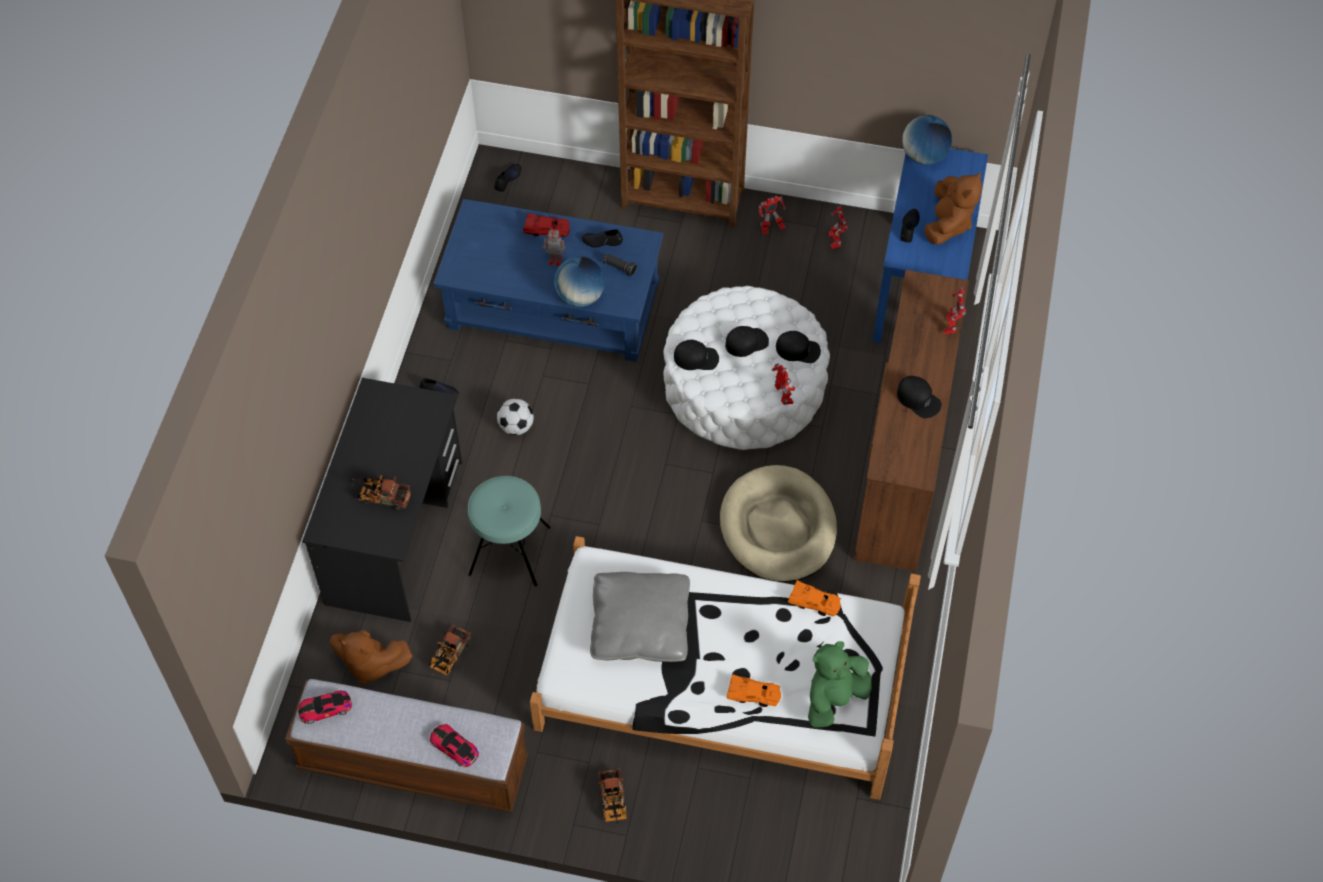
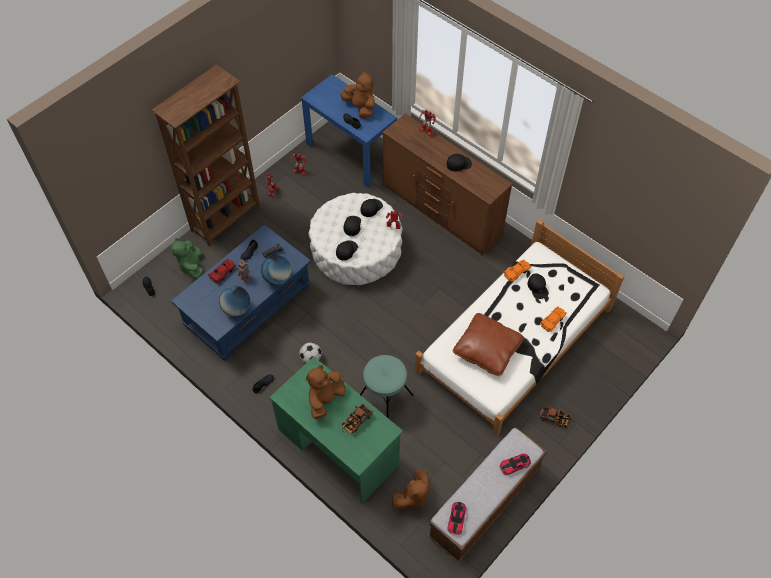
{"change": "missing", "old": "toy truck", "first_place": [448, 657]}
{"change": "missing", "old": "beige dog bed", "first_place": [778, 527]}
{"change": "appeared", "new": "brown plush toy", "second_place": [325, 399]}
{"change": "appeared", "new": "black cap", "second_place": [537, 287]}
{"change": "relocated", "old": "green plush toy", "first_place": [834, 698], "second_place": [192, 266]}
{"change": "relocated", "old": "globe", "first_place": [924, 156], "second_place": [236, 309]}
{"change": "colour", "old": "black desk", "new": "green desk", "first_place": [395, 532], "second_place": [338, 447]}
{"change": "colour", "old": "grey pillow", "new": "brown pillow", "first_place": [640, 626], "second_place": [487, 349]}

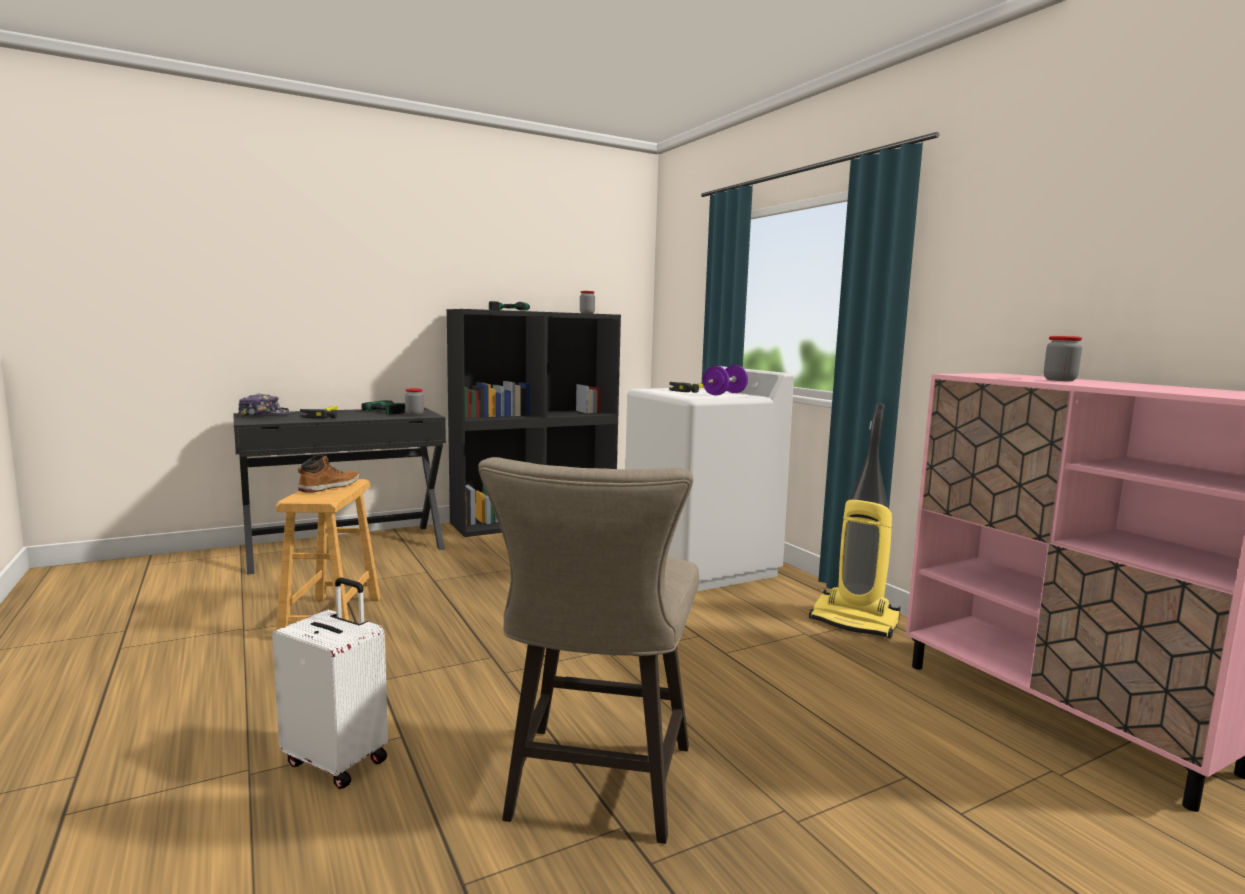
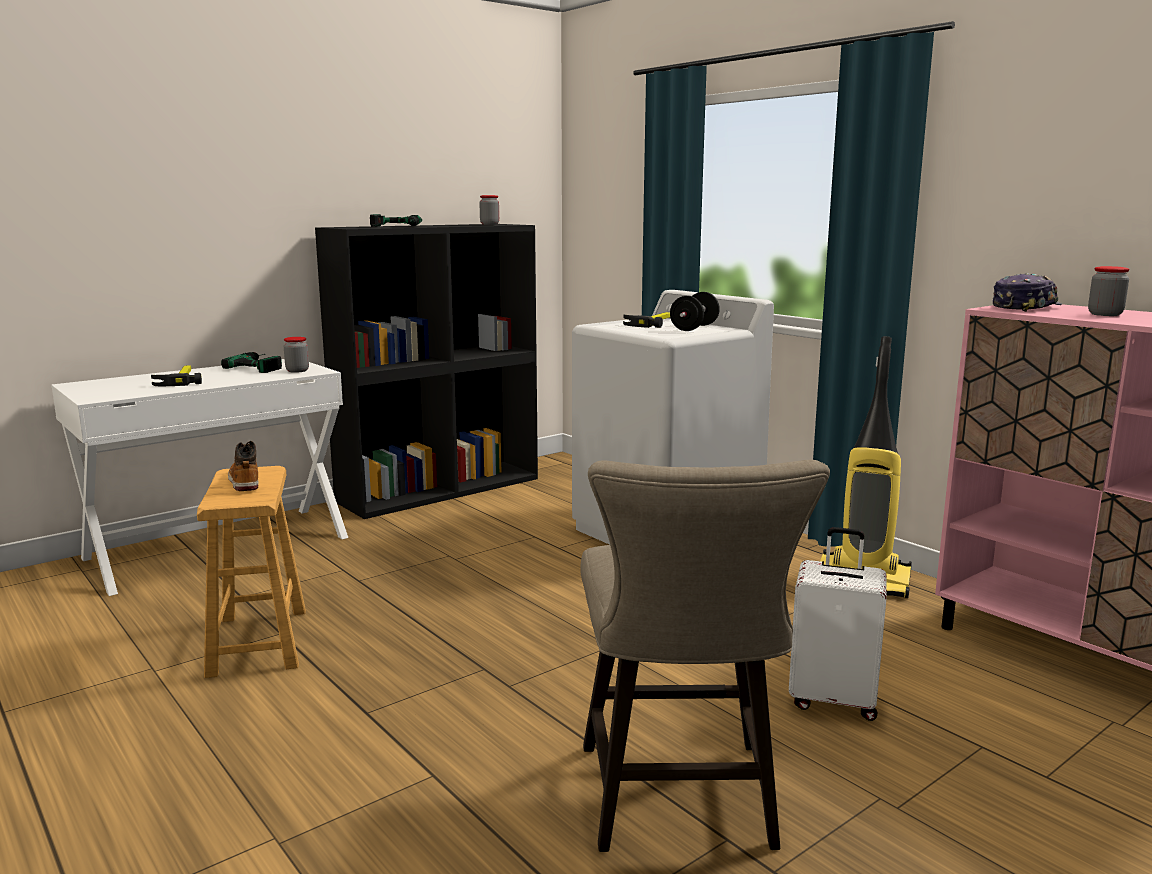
{"change": "relocated", "old": "cap", "first_place": [264, 414], "second_place": [1024, 308]}
{"change": "relocated", "old": "white suitcase", "first_place": [338, 760], "second_place": [833, 700]}
{"change": "colour", "old": "black desk", "new": "white desk", "first_place": [346, 547], "second_place": [218, 547]}
{"change": "colour", "old": "purple dumbbell", "new": "black dumbbell", "first_place": [724, 394], "second_place": [694, 328]}
{"change": "spun", "old": "boot", "first_place": [329, 487], "second_place": [244, 481], "degrees": -45}

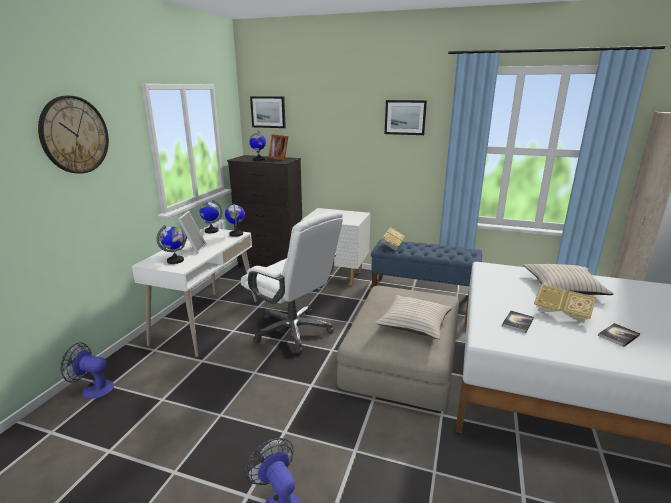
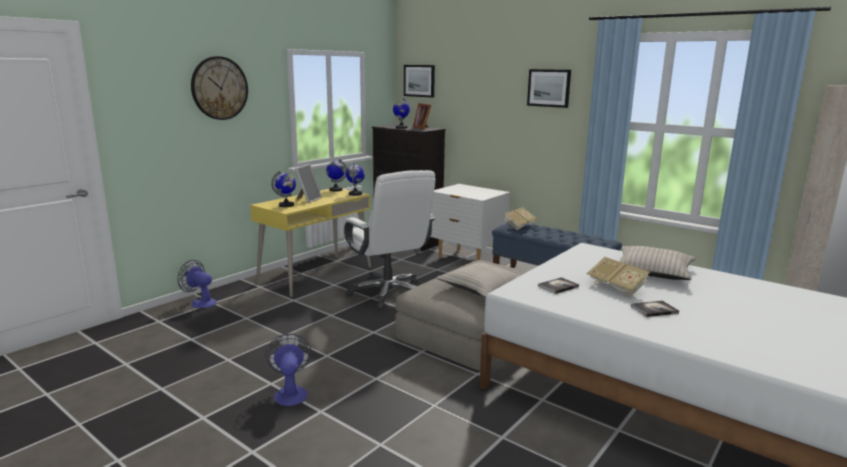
{"change": "colour", "old": "white desk", "new": "yellow desk", "first_place": [206, 321], "second_place": [315, 275]}

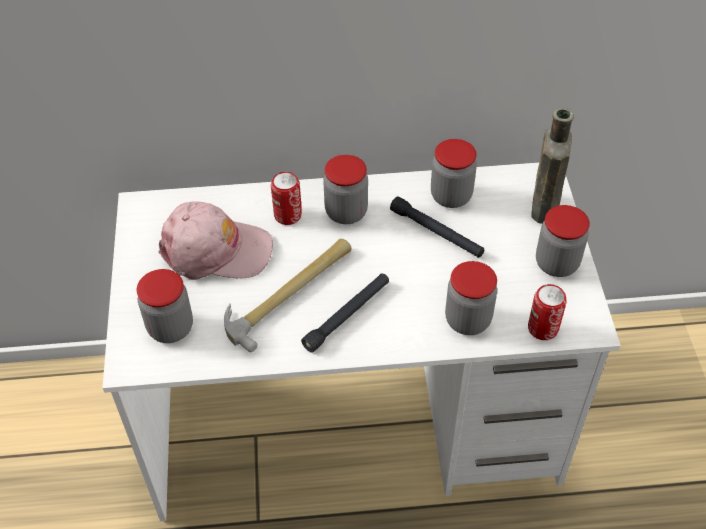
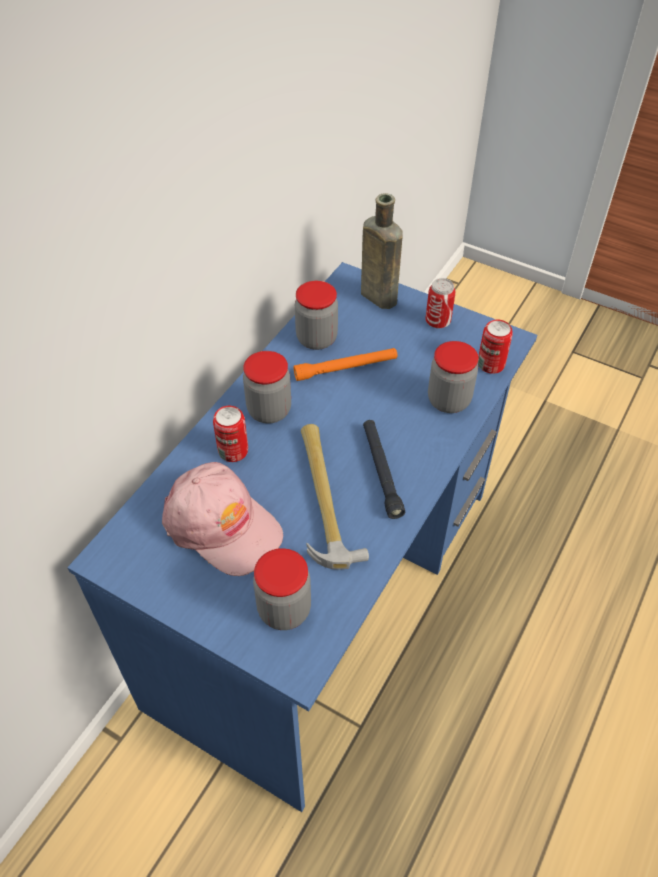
{"change": "exchanged", "old": "jar", "new": "can", "first_place": [556, 263], "second_place": [437, 322]}
{"change": "colour", "old": "white desk", "new": "blue desk", "first_place": [355, 422], "second_place": [326, 594]}
{"change": "colour", "old": "black flashlight", "new": "orange flashlight", "first_place": [436, 233], "second_place": [346, 368]}
{"change": "spun", "old": "pink cap", "first_place": [215, 250], "second_place": [222, 525], "degrees": 90}

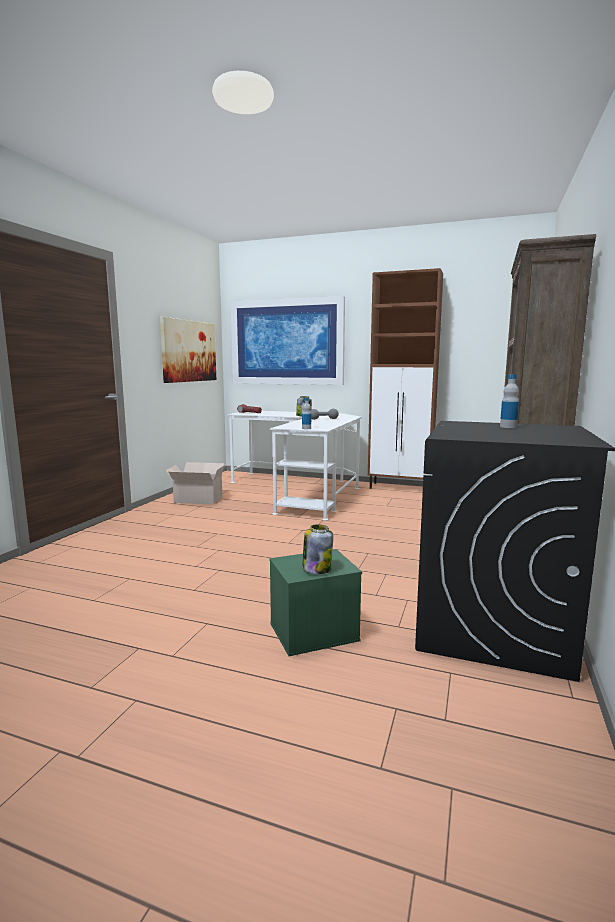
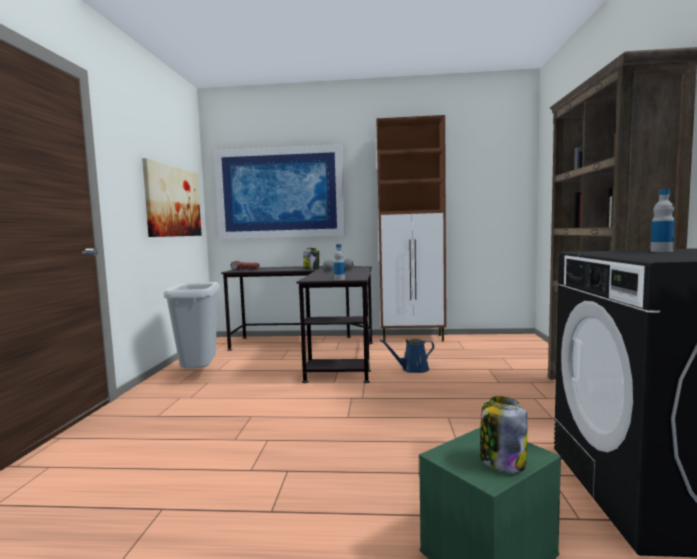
{"change": "appeared", "new": "blue watering can", "second_place": [412, 369]}
{"change": "exchanged", "old": "cardboard box", "new": "grey trash can", "first_place": [197, 499], "second_place": [198, 374]}
{"change": "colour", "old": "white desk", "new": "black desk", "first_place": [301, 490], "second_place": [314, 351]}

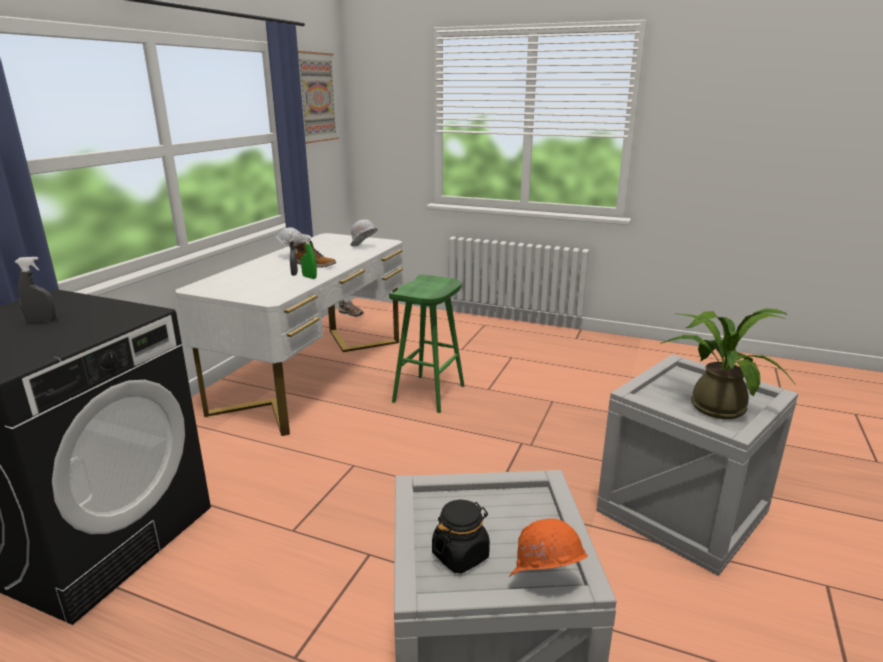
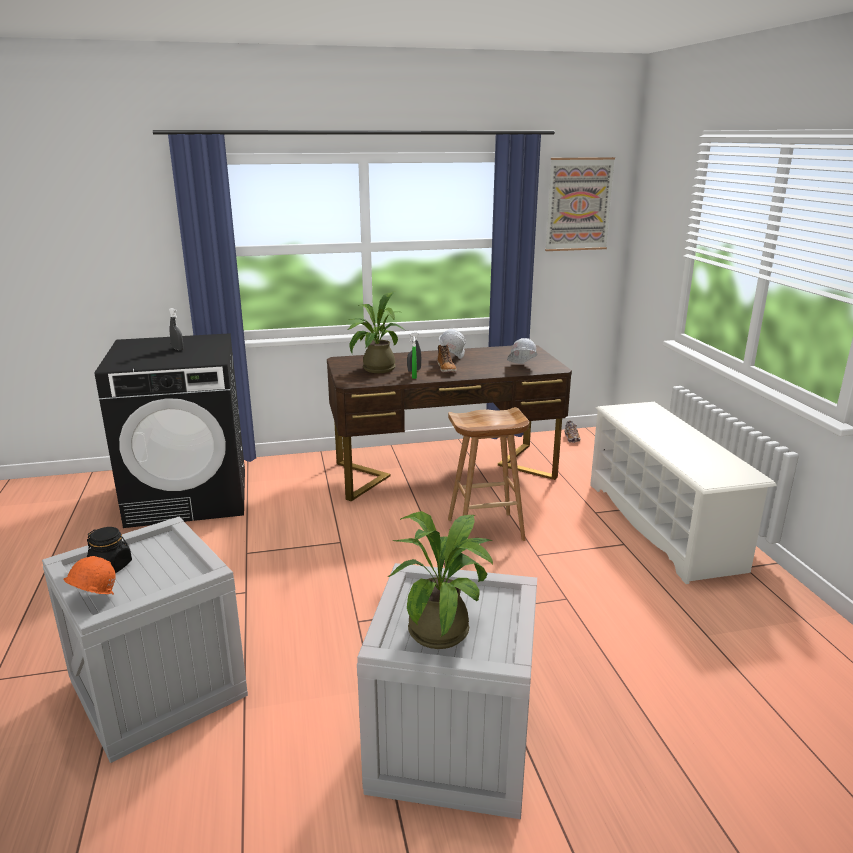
{"change": "appeared", "new": "potted plant", "second_place": [375, 370]}
{"change": "appeared", "new": "white shoe rack", "second_place": [663, 525]}
{"change": "colour", "old": "white desk", "new": "brown desk", "first_place": [313, 374], "second_place": [445, 471]}
{"change": "colour", "old": "green stool", "new": "brown stool", "first_place": [429, 394], "second_place": [484, 530]}

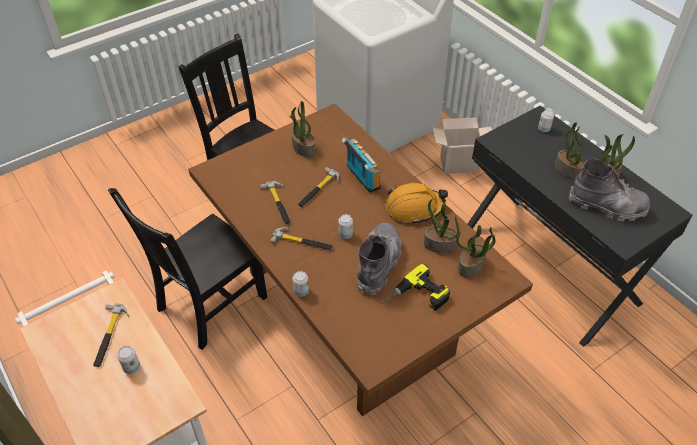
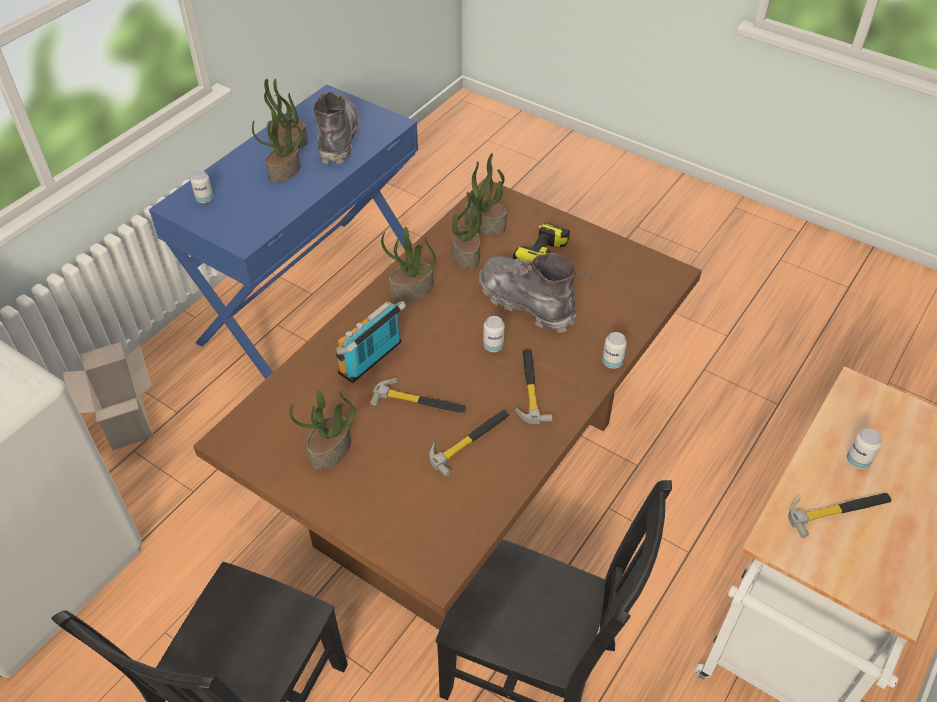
{"change": "exchanged", "old": "orange hard hat", "new": "potted plant", "first_place": [414, 208], "second_place": [411, 291]}
{"change": "colour", "old": "black desk", "new": "blue desk", "first_place": [549, 266], "second_place": [312, 298]}
{"change": "spun", "old": "grey boot", "first_place": [378, 264], "second_place": [526, 302], "degrees": 45}

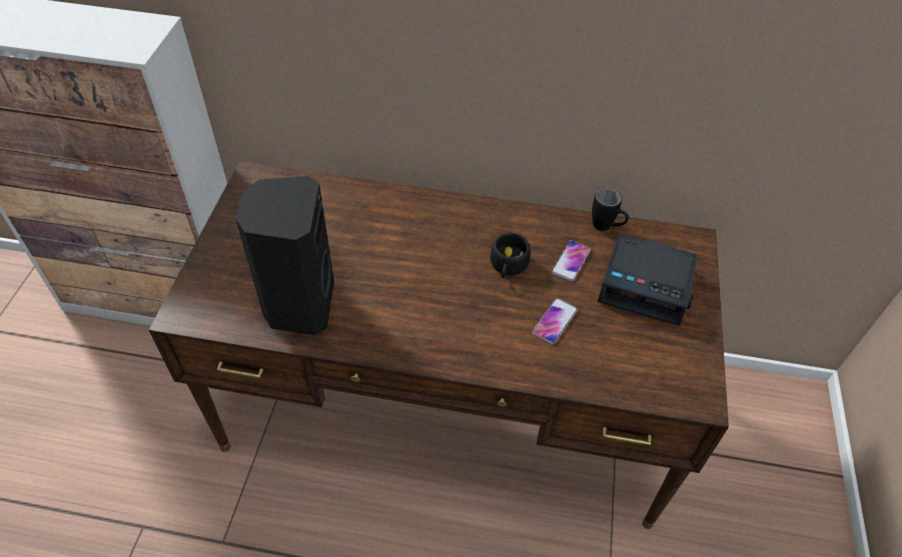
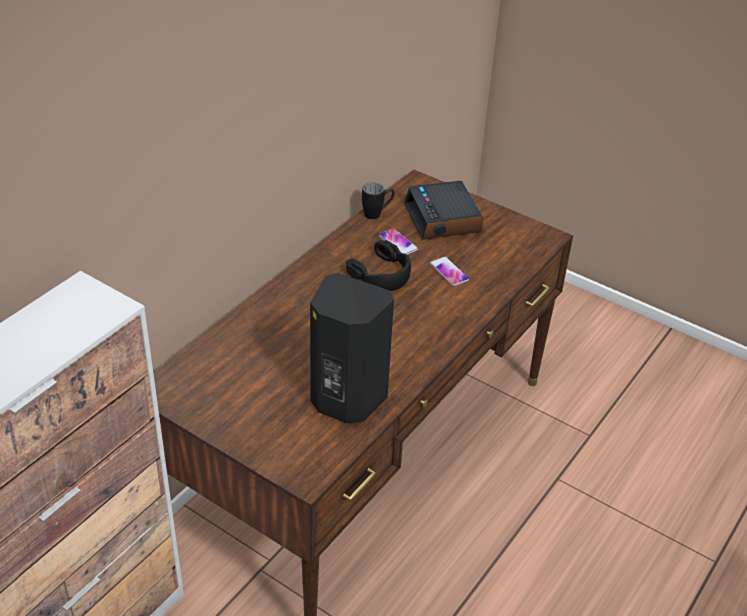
{"change": "exchanged", "old": "black cup", "new": "black headphones", "first_place": [508, 266], "second_place": [381, 274]}
{"change": "spun", "old": "alarm clock", "first_place": [646, 285], "second_place": [443, 219], "degrees": 120}

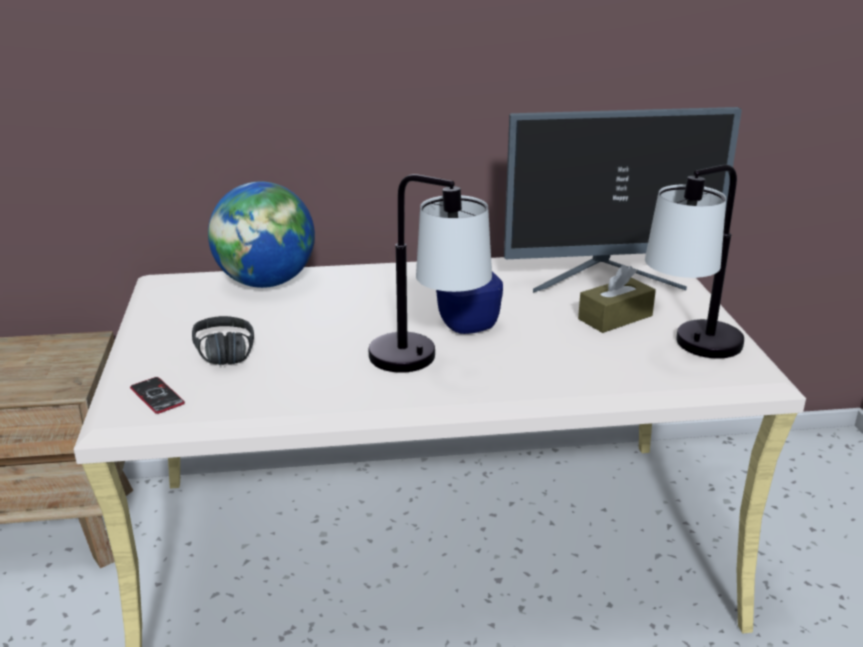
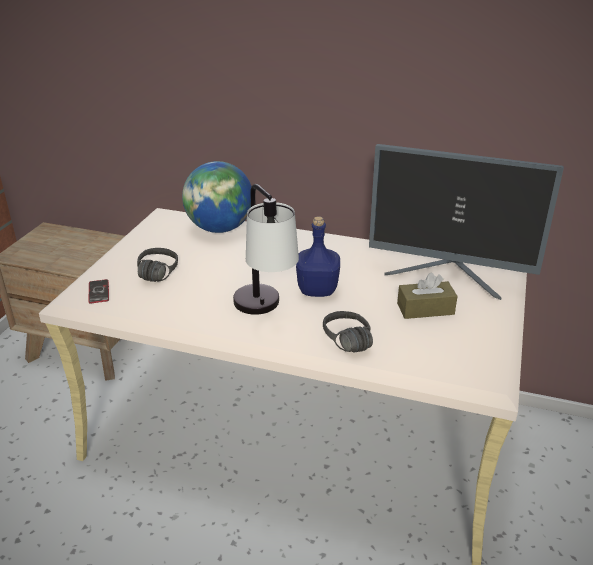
{"change": "missing", "old": "table lamp", "first_place": [690, 353]}
{"change": "appeared", "new": "black headphones", "second_place": [340, 343]}

